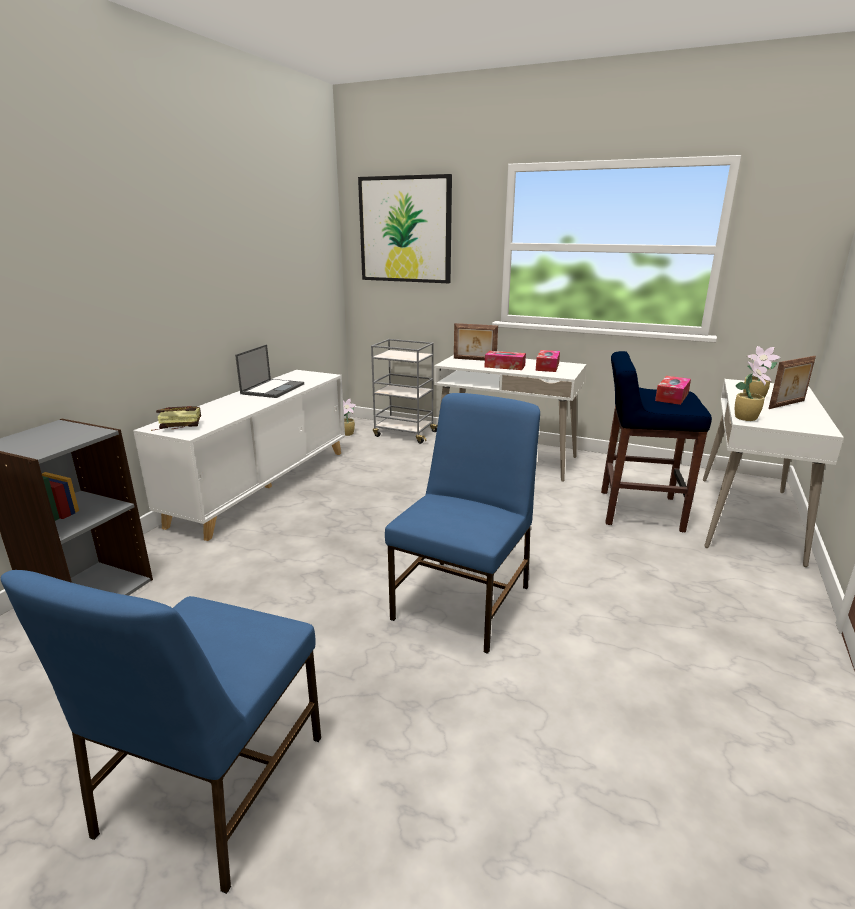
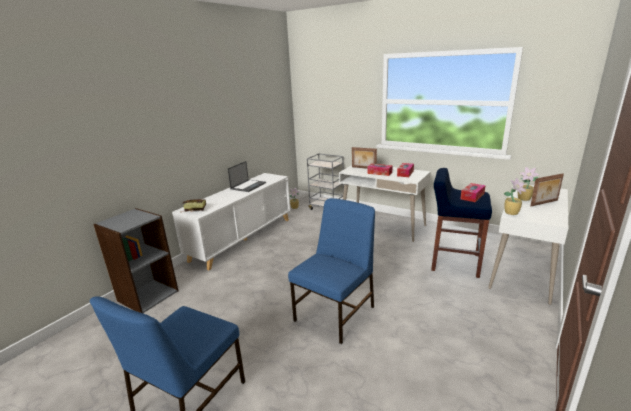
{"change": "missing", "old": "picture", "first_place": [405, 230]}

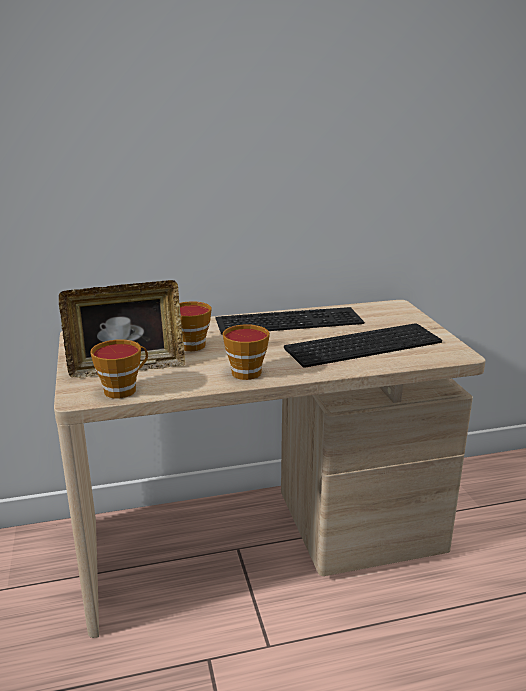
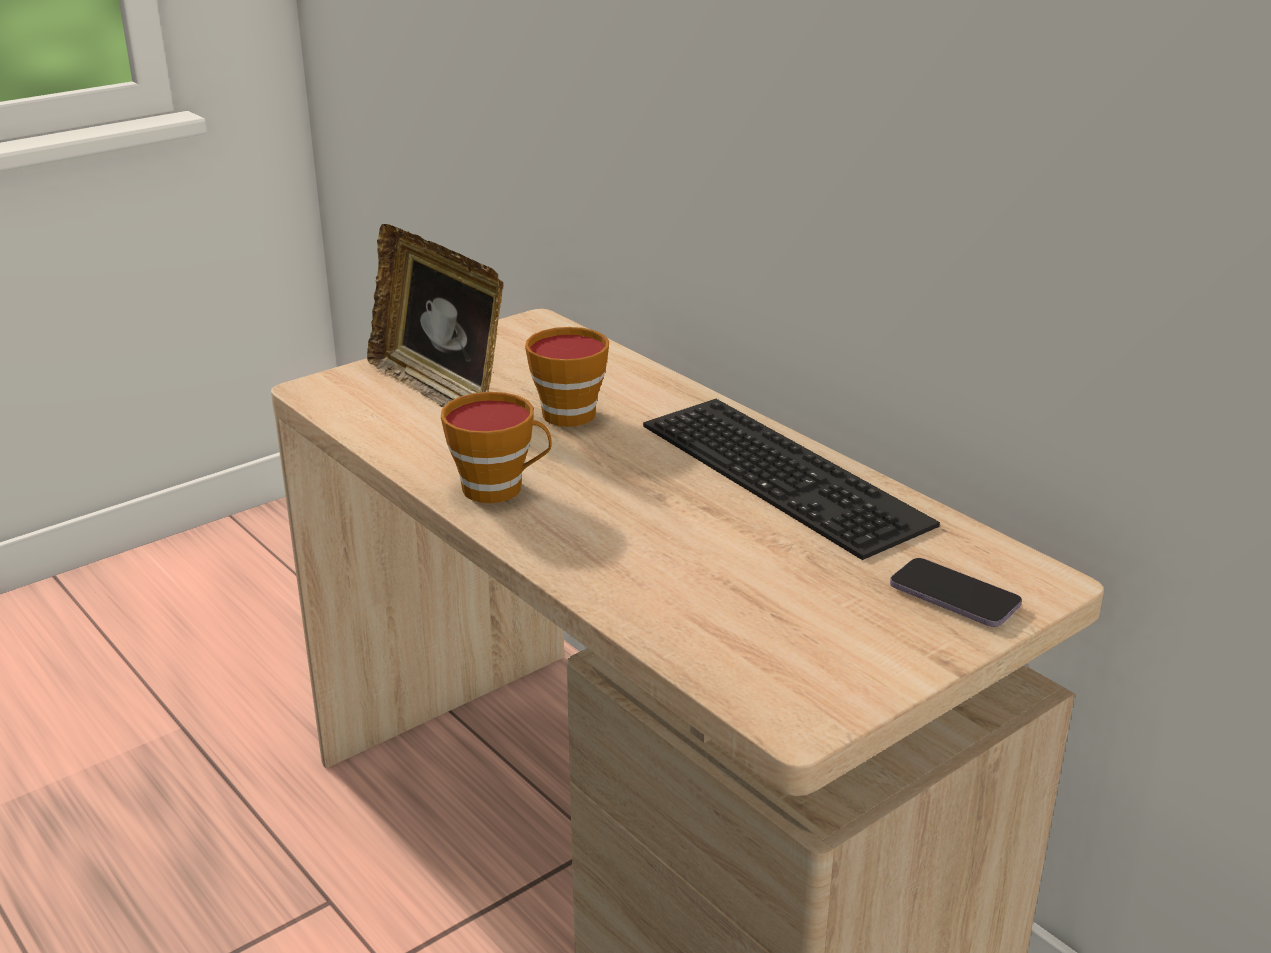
{"change": "missing", "old": "cup", "first_place": [123, 389]}
{"change": "missing", "old": "keyboard", "first_place": [363, 344]}
{"change": "appeared", "new": "phone", "second_place": [954, 596]}

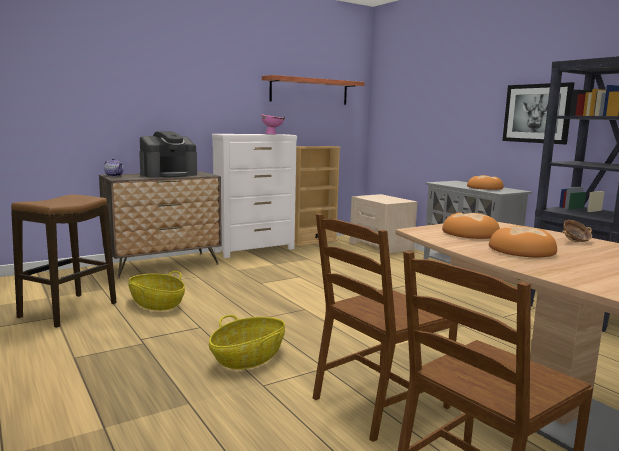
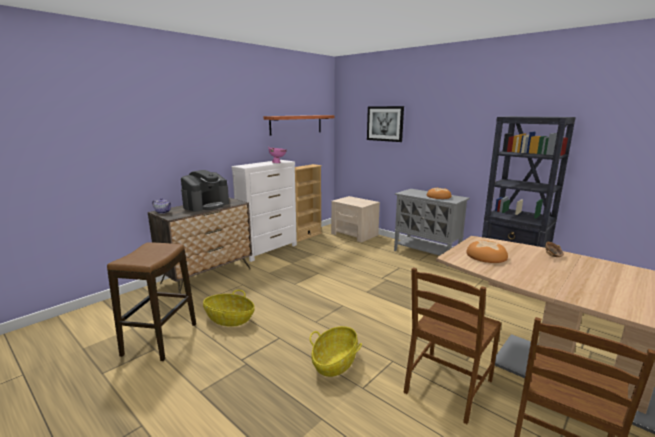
{"change": "missing", "old": "bread", "first_place": [521, 250]}
{"change": "relocated", "old": "picture", "first_place": [537, 113], "second_place": [385, 123]}

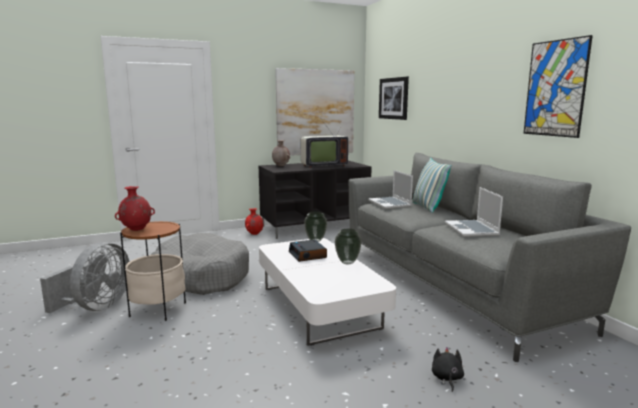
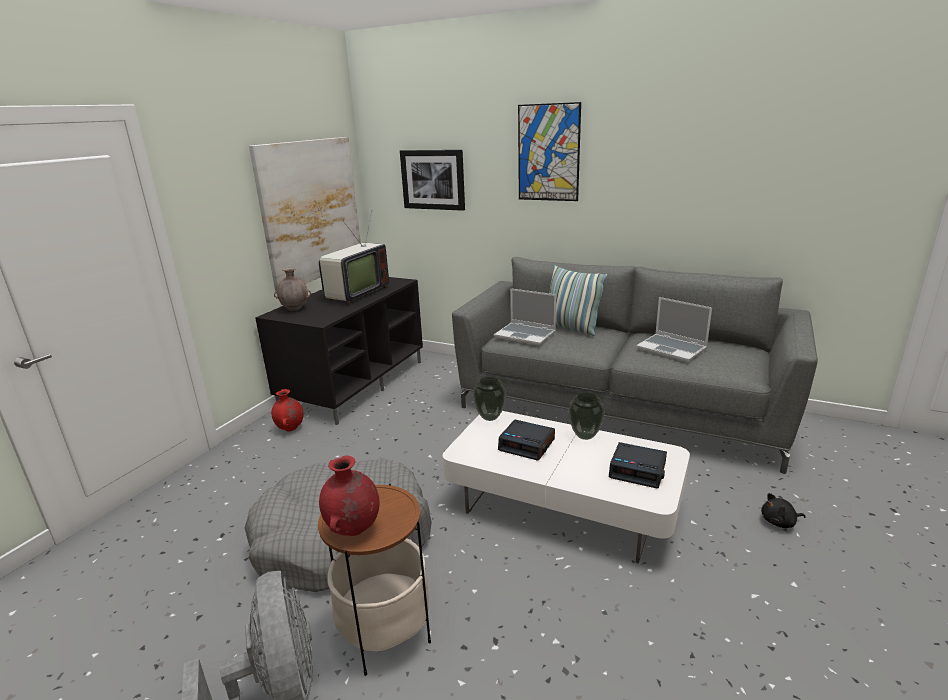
{"change": "appeared", "new": "alarm clock", "second_place": [638, 470]}
{"change": "relocated", "old": "picture", "first_place": [555, 88], "second_place": [548, 153]}
{"change": "spun", "old": "black plush toy", "first_place": [447, 378], "second_place": [779, 522], "degrees": -60}

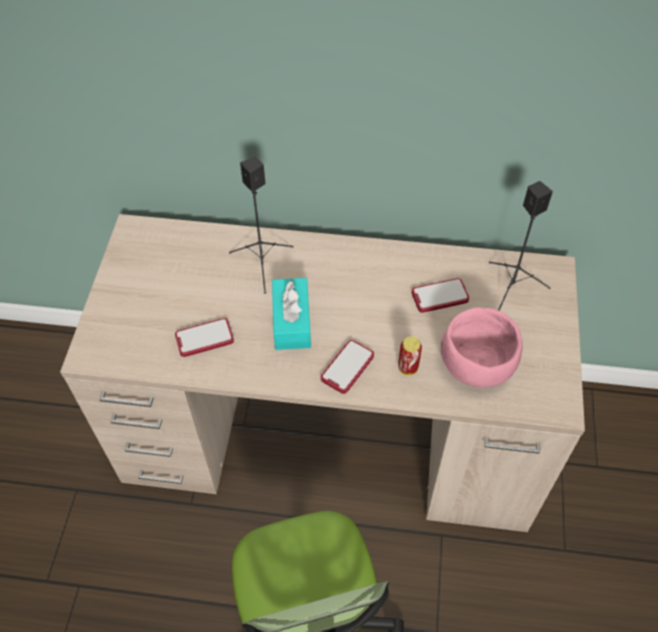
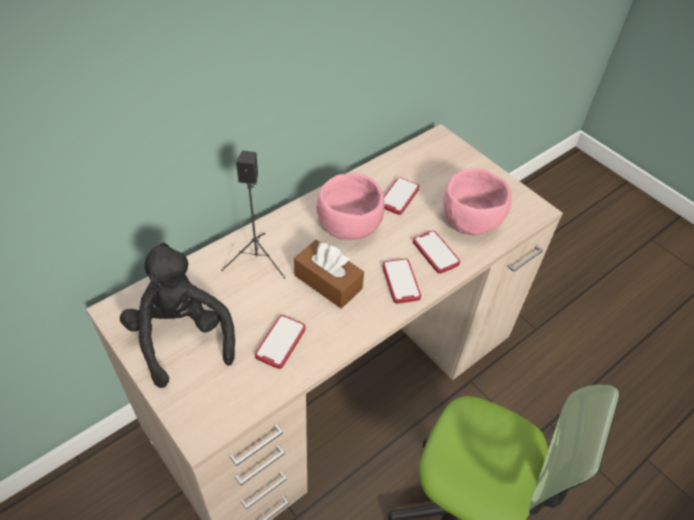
{"change": "missing", "old": "black speaker", "first_place": [512, 287]}
{"change": "appeared", "new": "black plush toy", "second_place": [182, 337]}
{"change": "appeared", "new": "pink bowl", "second_place": [351, 227]}
{"change": "exchanged", "old": "can", "new": "phone", "first_place": [408, 368], "second_place": [435, 253]}
{"change": "colour", "old": "turquoise tissue box", "new": "brown tissue box", "first_place": [292, 321], "second_place": [328, 282]}

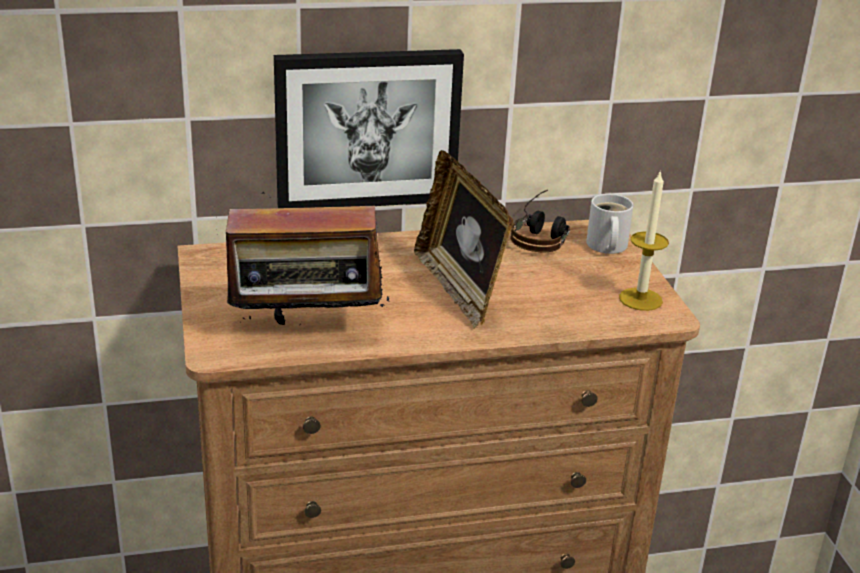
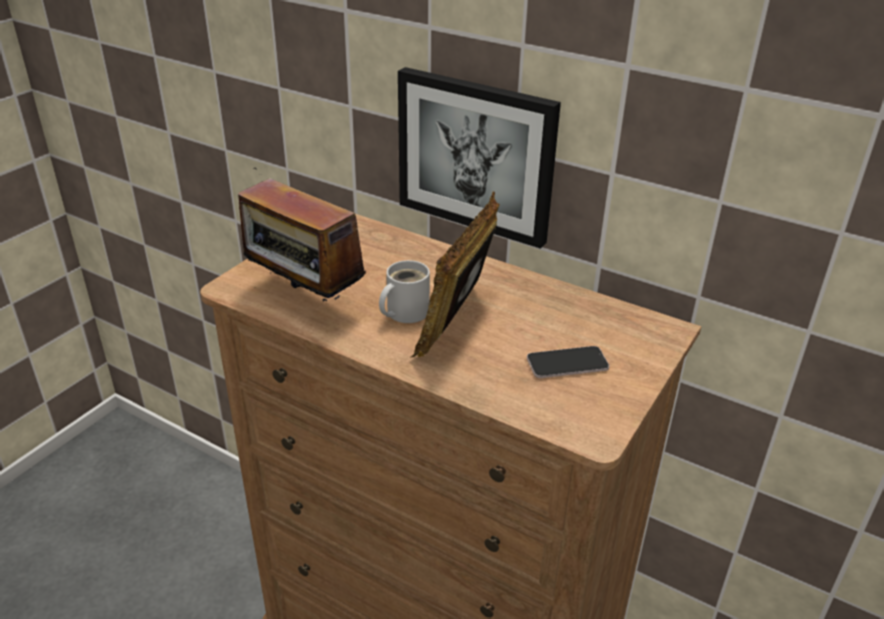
{"change": "missing", "old": "headphones", "first_place": [542, 235]}
{"change": "missing", "old": "candle", "first_place": [640, 299]}
{"change": "appeared", "new": "phone", "second_place": [567, 363]}
{"change": "relocated", "old": "white mug", "first_place": [605, 246], "second_place": [403, 312]}

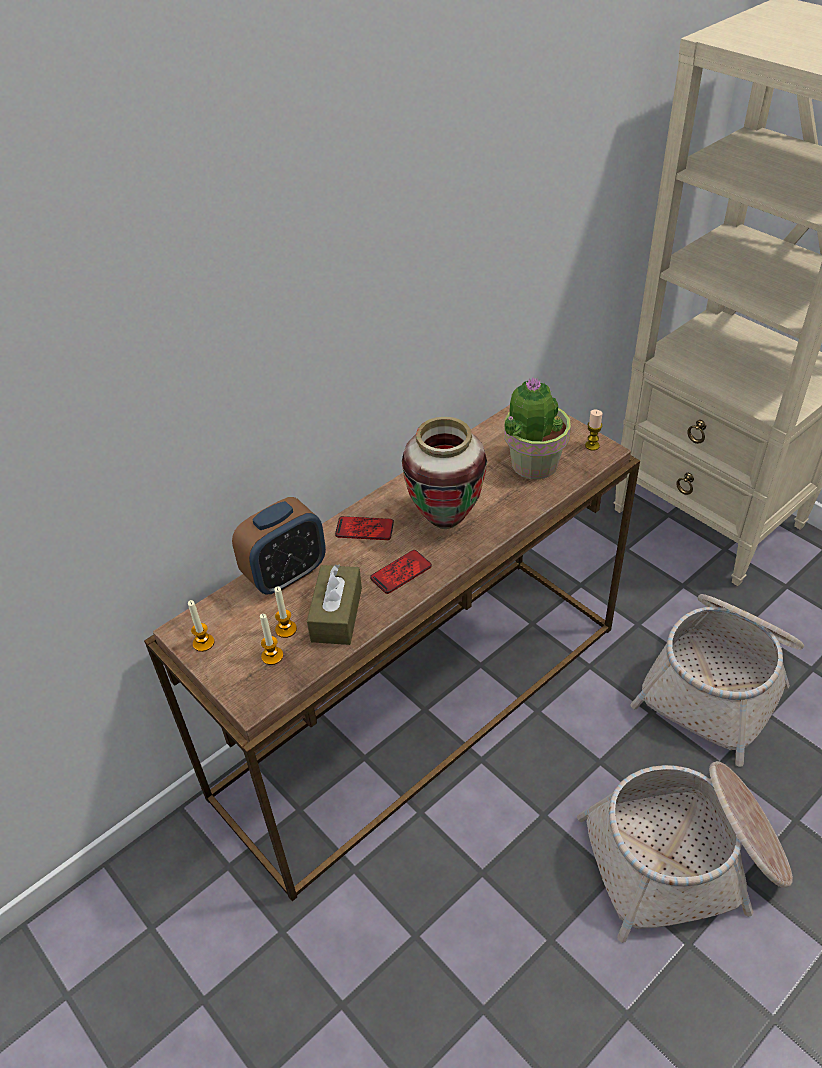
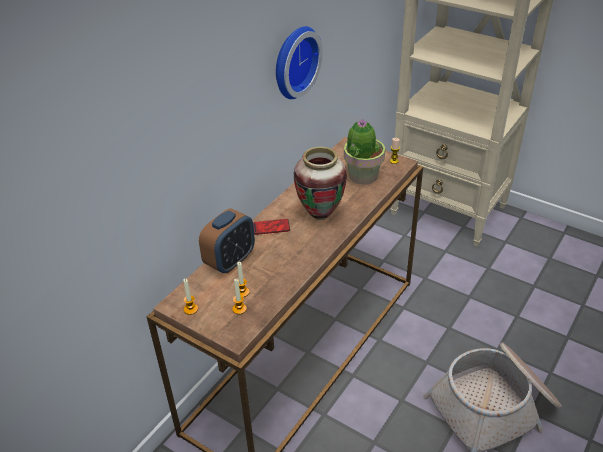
{"change": "missing", "old": "brown tissue box", "first_place": [336, 614]}
{"change": "missing", "old": "phone", "first_place": [401, 572]}
{"change": "missing", "old": "basket", "first_place": [719, 682]}
{"change": "appeared", "new": "wall clock", "second_place": [293, 61]}

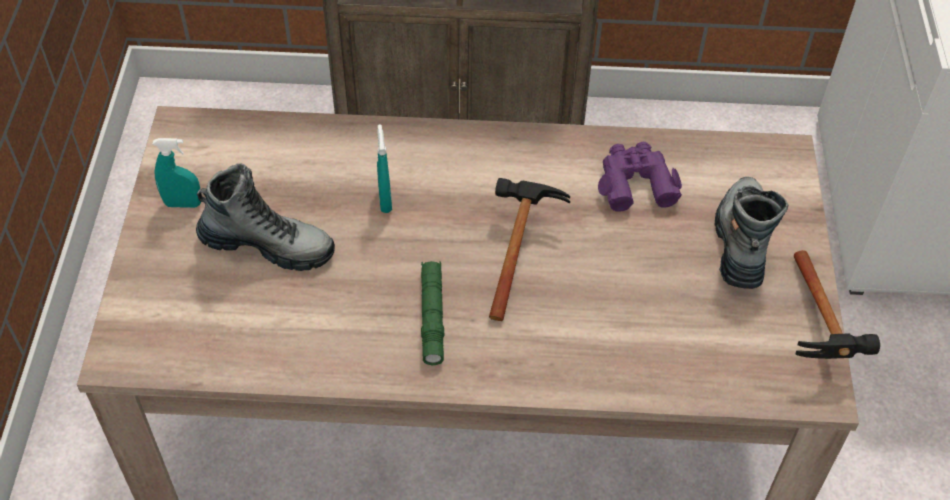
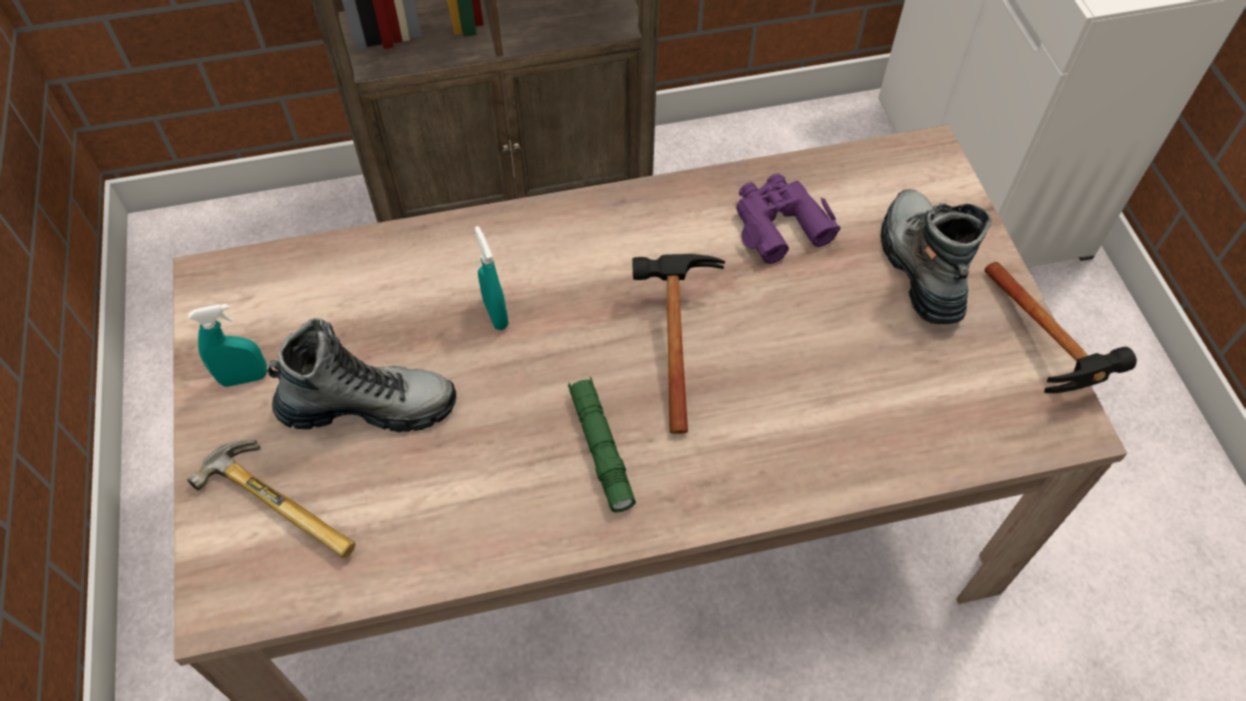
{"change": "appeared", "new": "hammer", "second_place": [286, 499]}

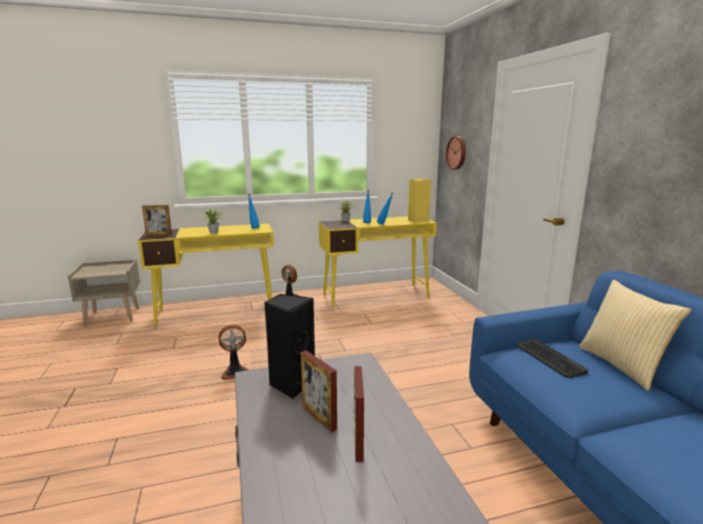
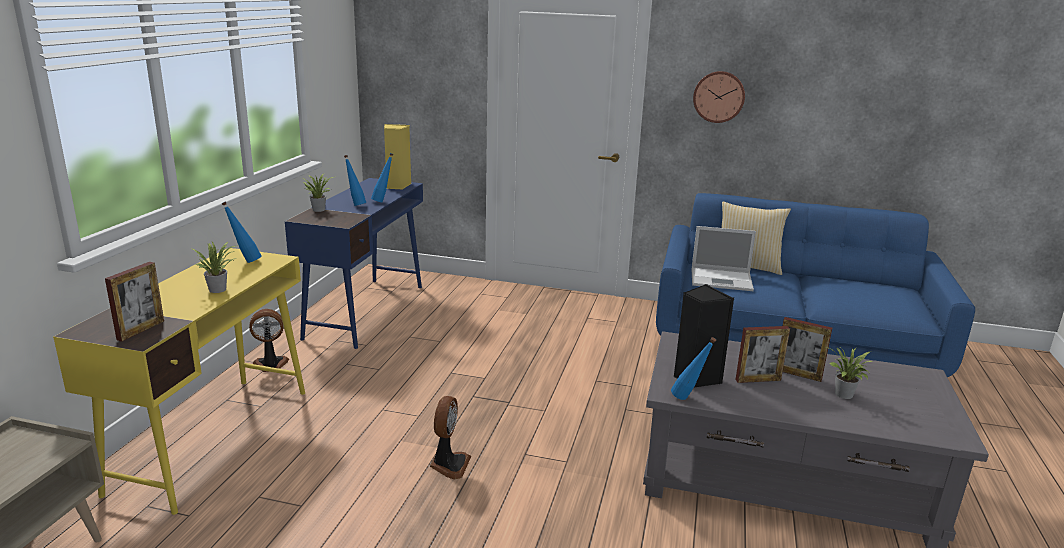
{"change": "appeared", "new": "blue bottle", "second_place": [688, 399]}
{"change": "appeared", "new": "potted plant", "second_place": [843, 396]}
{"change": "relocated", "old": "wall clock", "first_place": [457, 153], "second_place": [719, 96]}
{"change": "exchanged", "old": "keyboard", "new": "laptop", "first_place": [549, 358], "second_place": [722, 279]}
{"change": "colour", "old": "yellow desk", "new": "blue desk", "first_place": [376, 295], "second_place": [366, 311]}

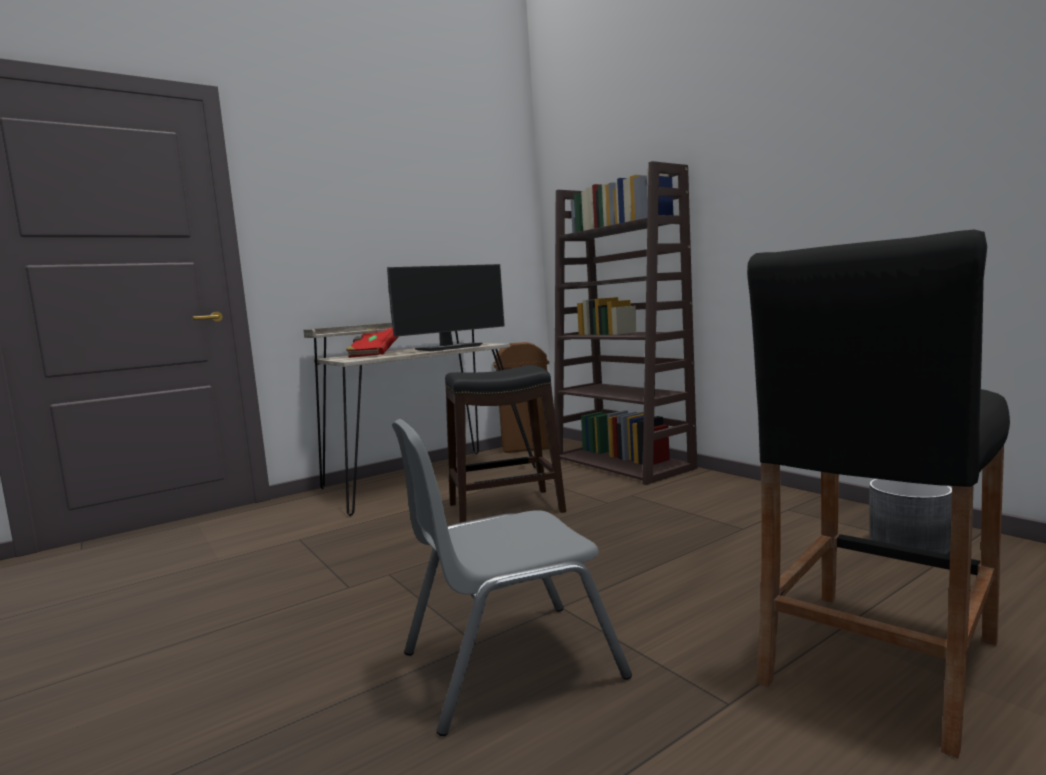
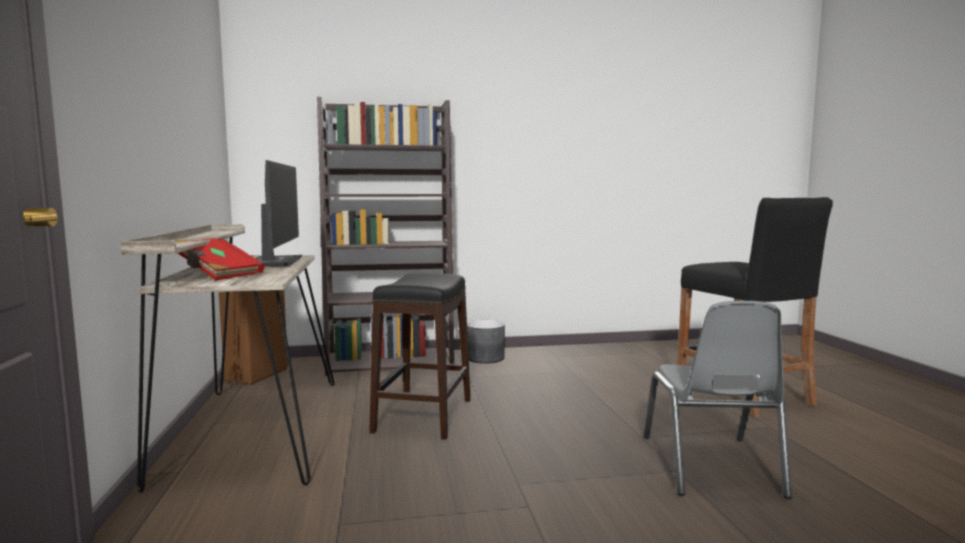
{"change": "relocated", "old": "grey planter", "first_place": [909, 547], "second_place": [485, 358]}

